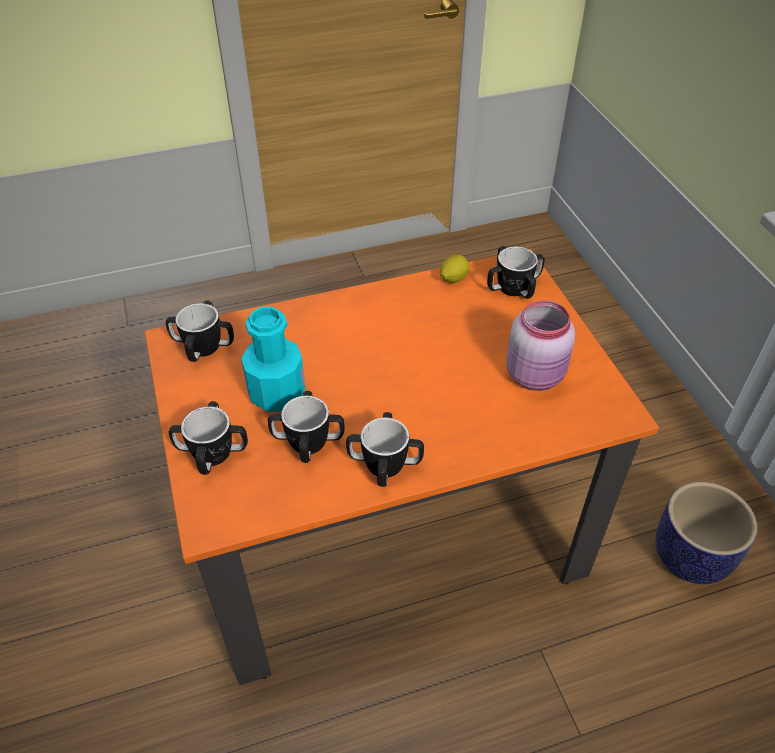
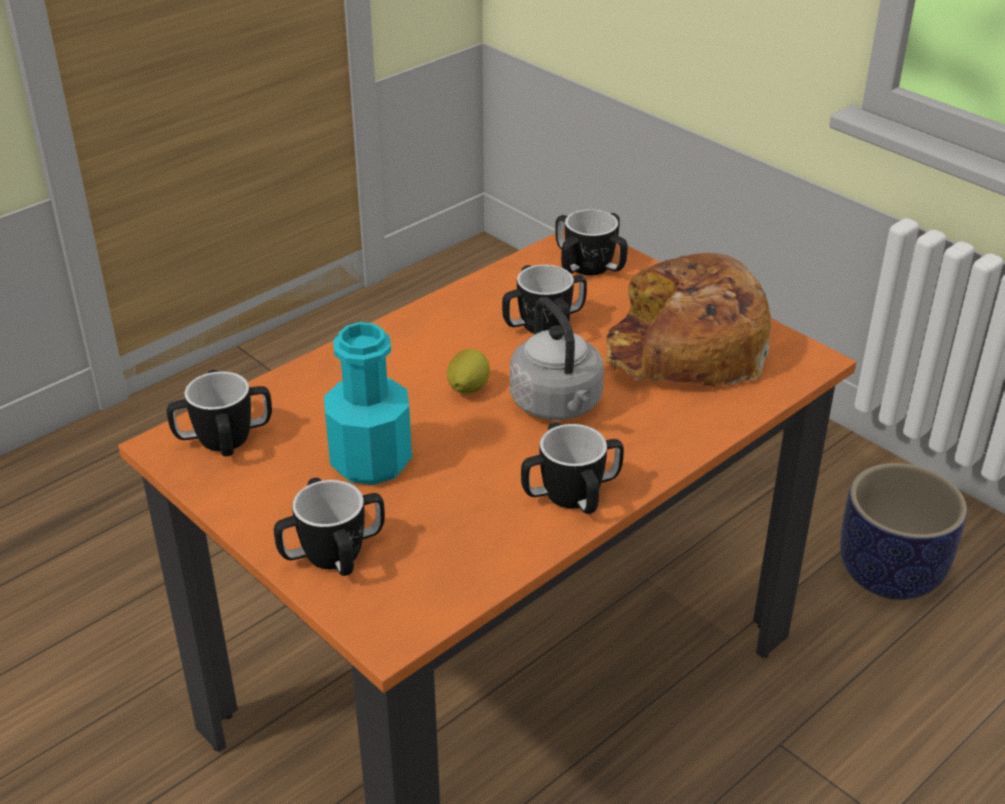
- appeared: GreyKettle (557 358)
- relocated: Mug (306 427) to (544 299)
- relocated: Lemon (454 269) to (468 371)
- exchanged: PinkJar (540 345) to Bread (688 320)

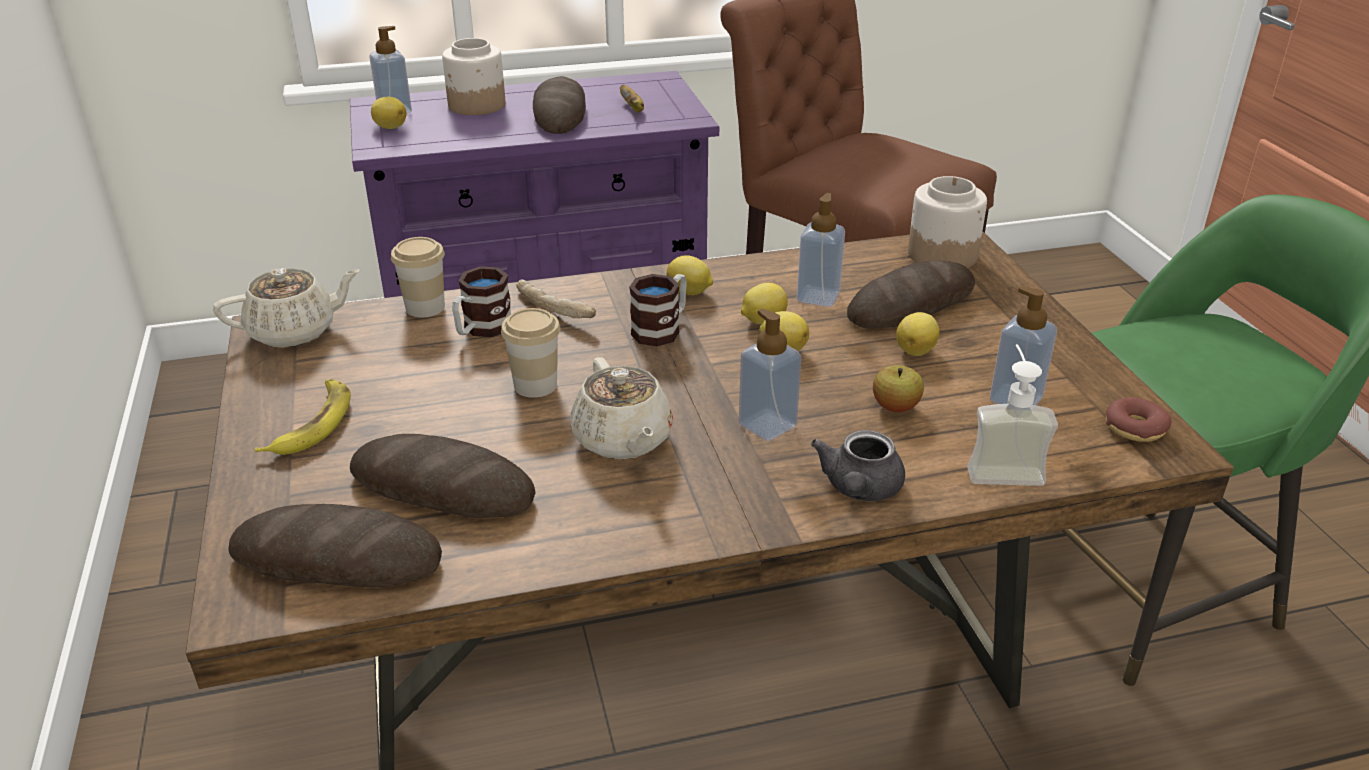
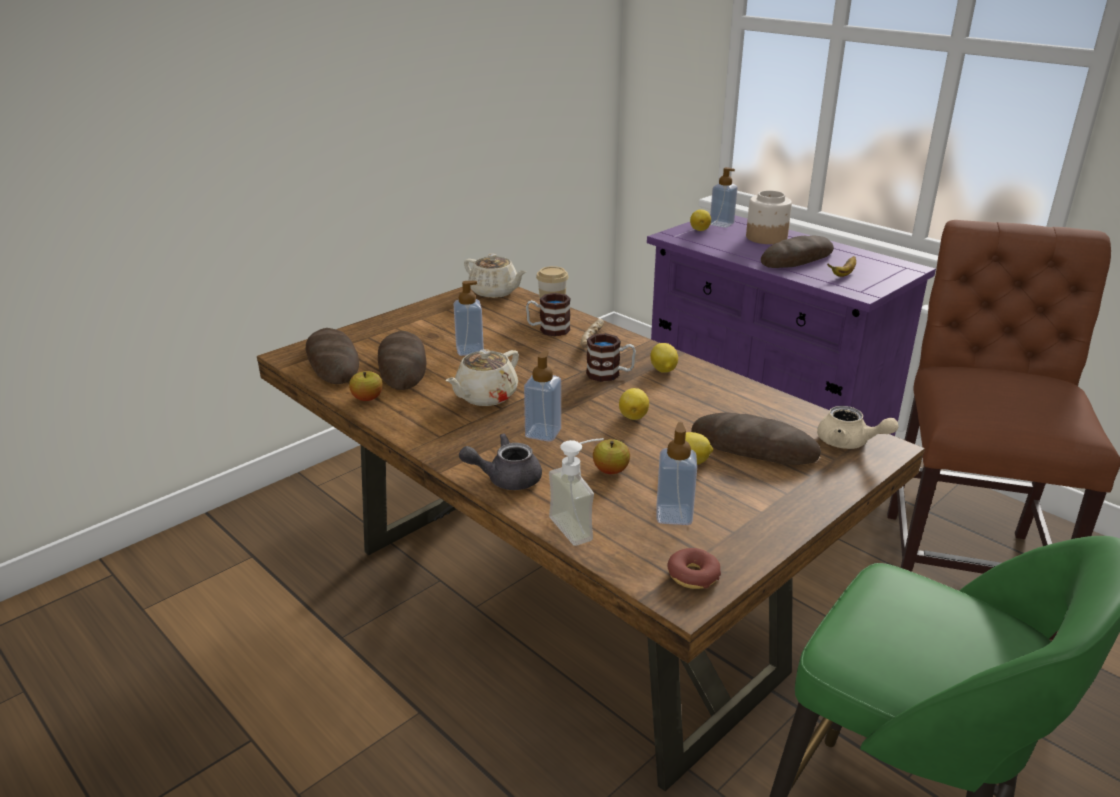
- missing: Banana (303 417)
- missing: Cup (531 353)
- missing: Lemon (764 303)
- appeared: Apple (366 386)
- relocated: SoapDispenser (821 250) to (468 318)
- exchanged: Jar (947 222) to BeigeTeapot (858 427)

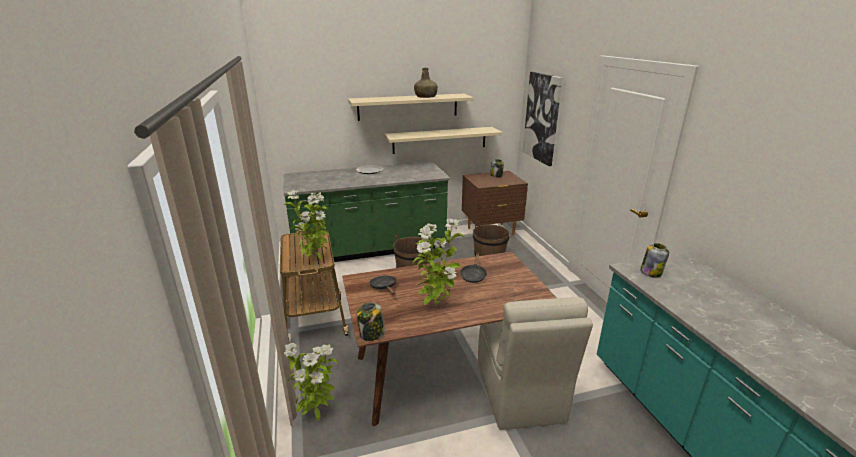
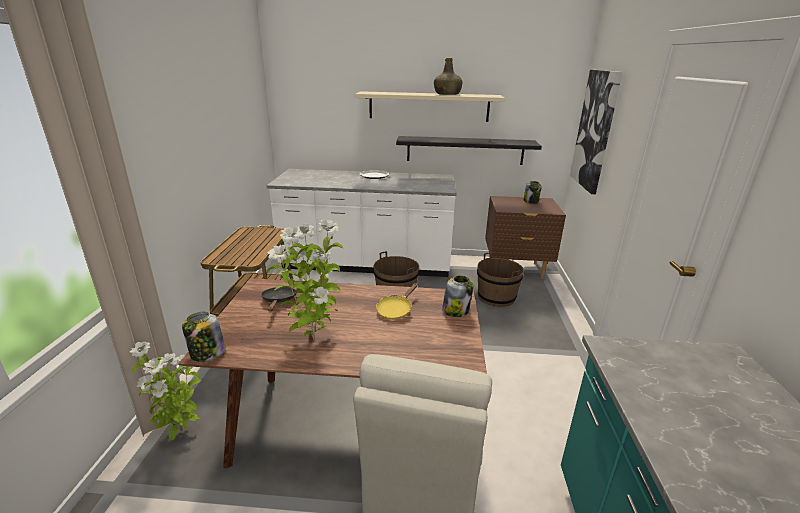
- missing: PottedPlant (306 225)
- relocated: Jar (654 260) to (458 296)
- colour: GreenCounter (366 212) to WhiteCounter (361 223)
- colour: BeigeShelf (443 140) to BlackShelf (469 150)
- colour: BlackFryingPan (473 268) to YellowFryingPan (397 301)

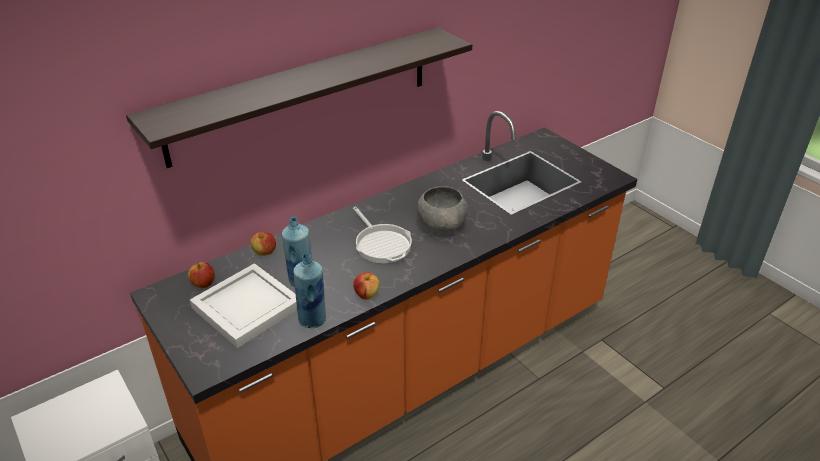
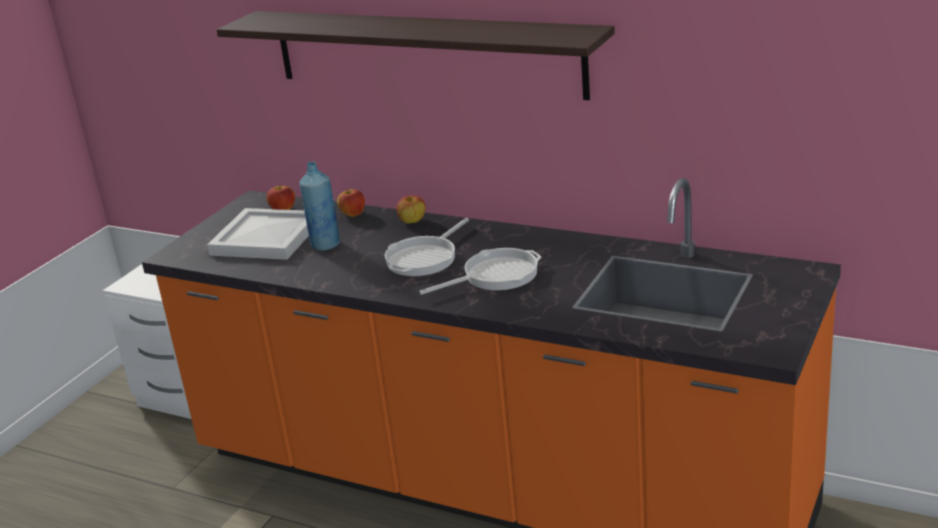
- missing: BlueBottle (309 290)
- relocated: Apple (366 286) to (411 209)
- exchanged: GreyBowl (442 209) to FryingPan (480 271)

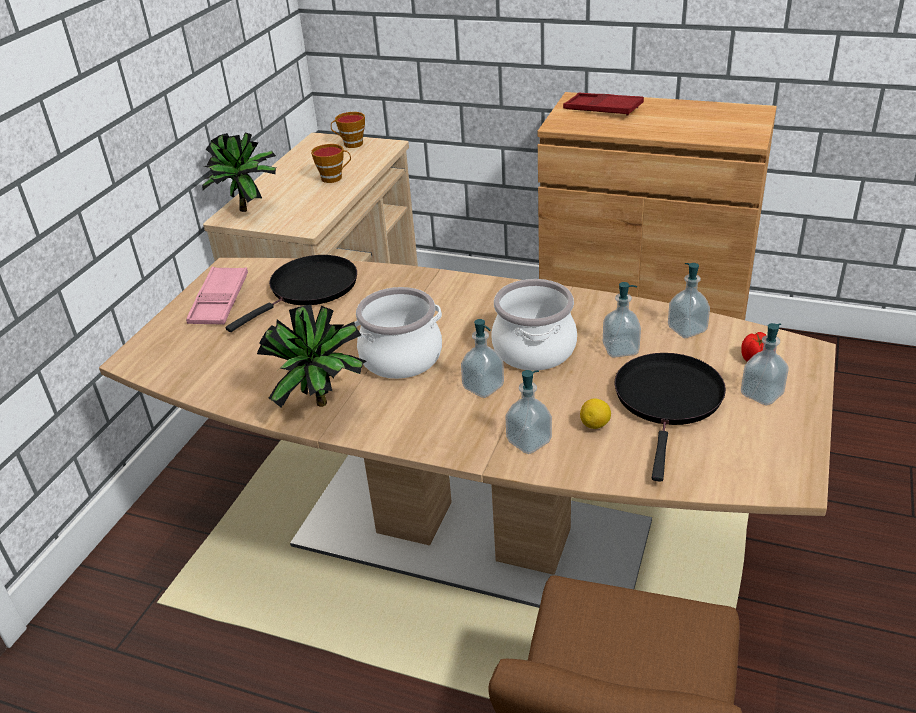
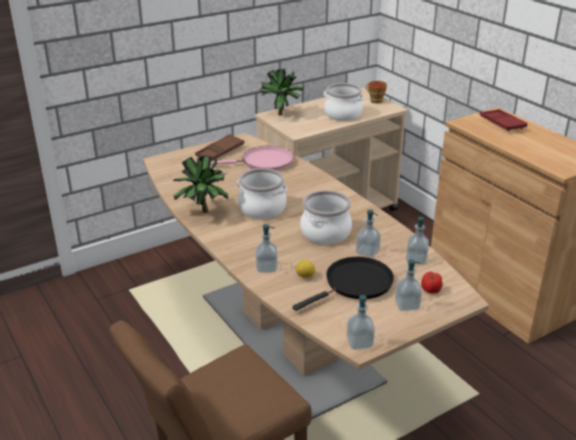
- relocated: SoapDispenser (482 358) to (361 322)
- exchanged: Cup (331 163) to CookingPot (344 102)
- colour: PinkTray (217 296) to BrownTray (219 147)
- colour: BlackFryingPan (291 293) to PinkFryingPan (252 158)

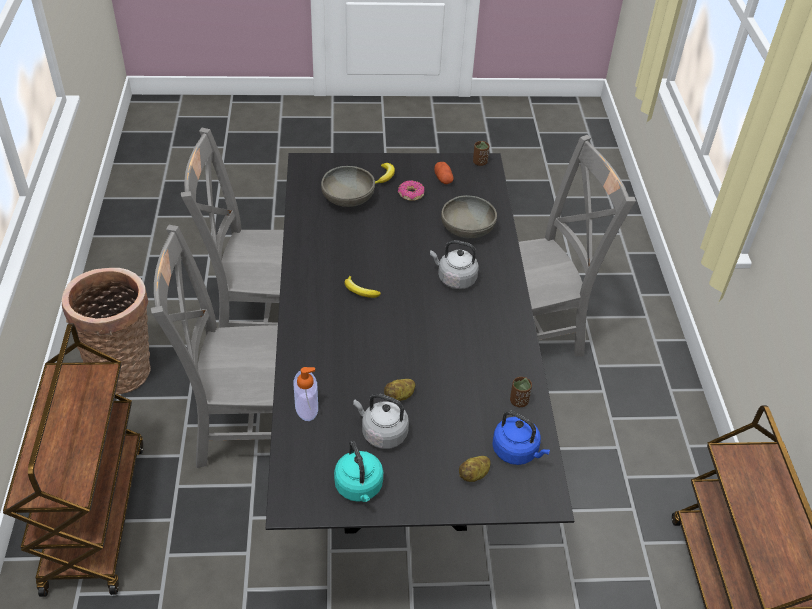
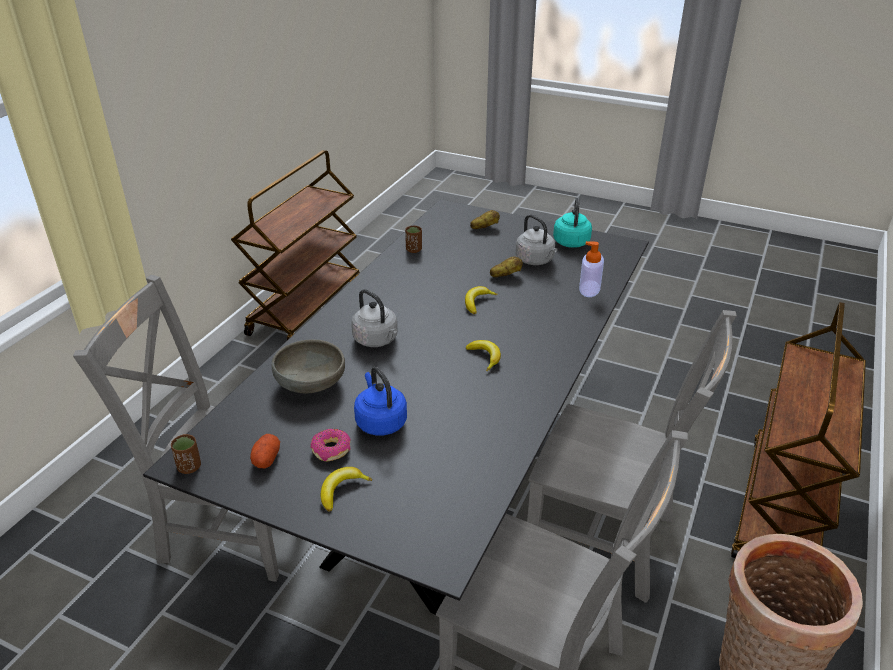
- missing: GreyBowl (348 186)
- appeared: Banana (481 300)
- relocated: BlueKettle (521 437) to (380 401)

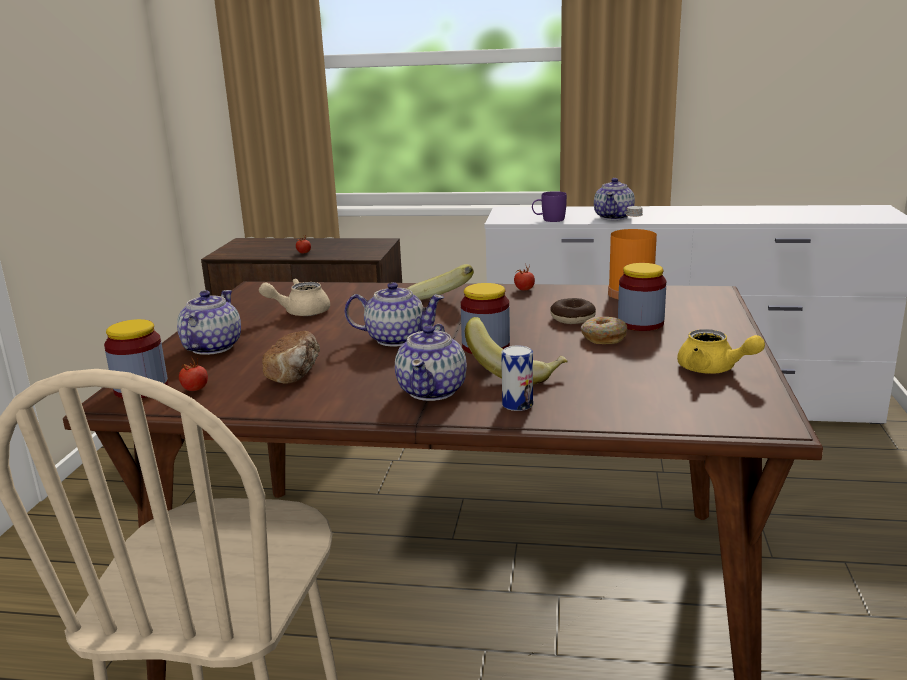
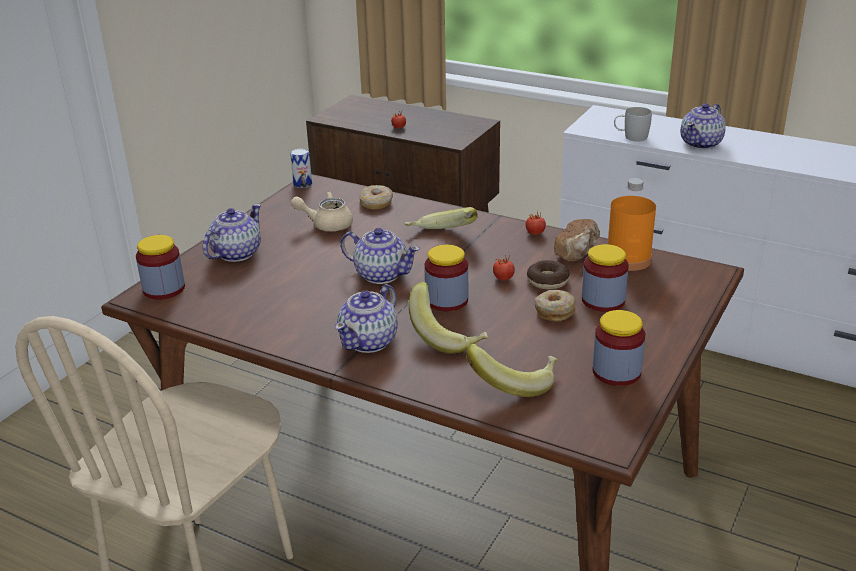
- appeared: Donut (376 197)
- appeared: Banana (512 370)
- relocated: Tomato (193 373) to (504 268)
- relocated: Bread (291 357) to (577 240)
- relocated: Can (517 378) to (301 168)
- exchanged: YellowTeapot (721 351) to Jar (619 348)
- colour: PurpleMug (549 206) to WhiteMug (633 124)

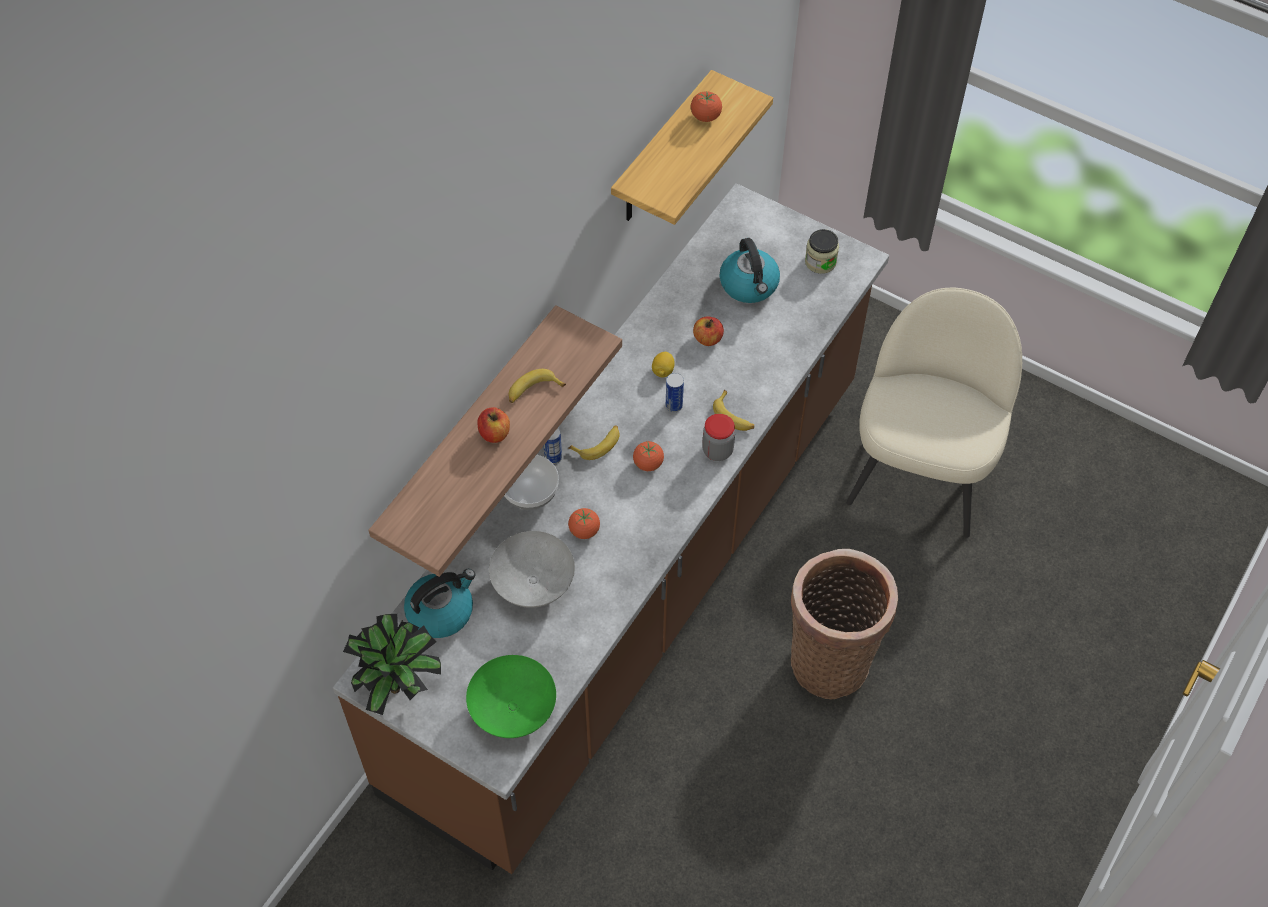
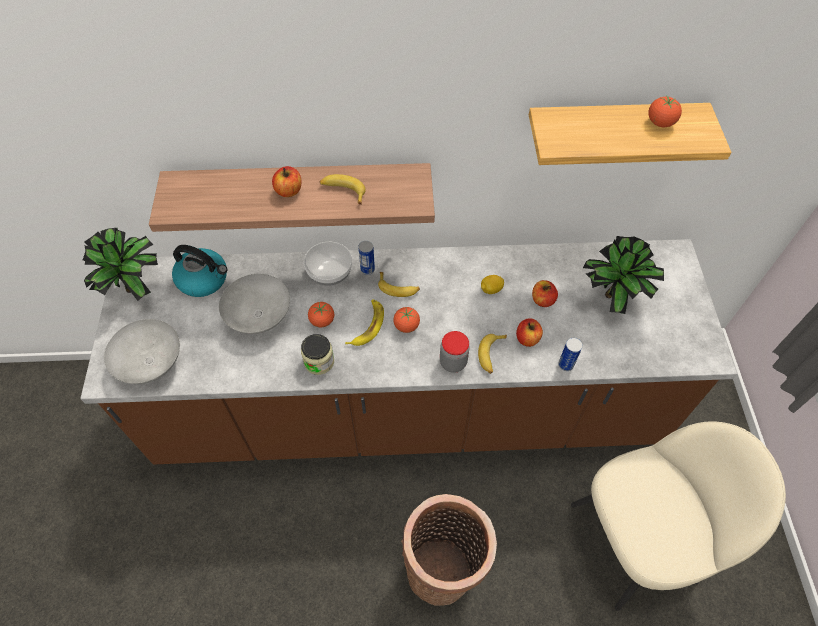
- appeared: Banana (364 322)
- appeared: Apple (529 333)
- relocated: Can (675 392) to (570 354)
- relocated: Jar (822 251) to (317 354)
- exchanged: Kettle (750 270) to PottedPlant (623 275)
- colour: GreenBowl (511 696) to GreyBowl (142 351)

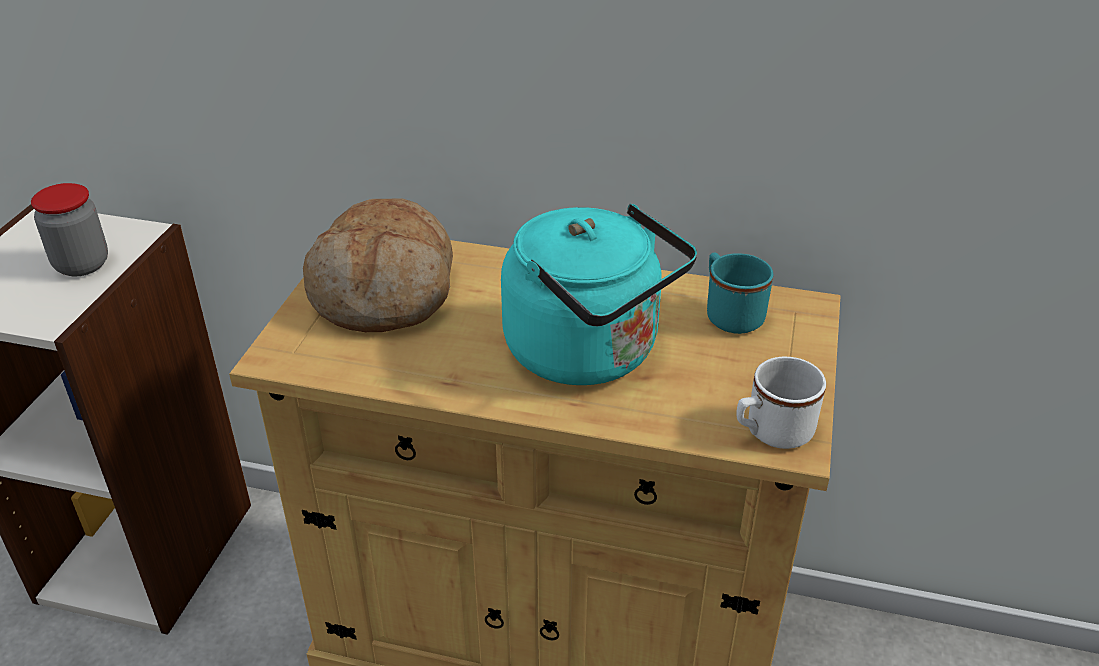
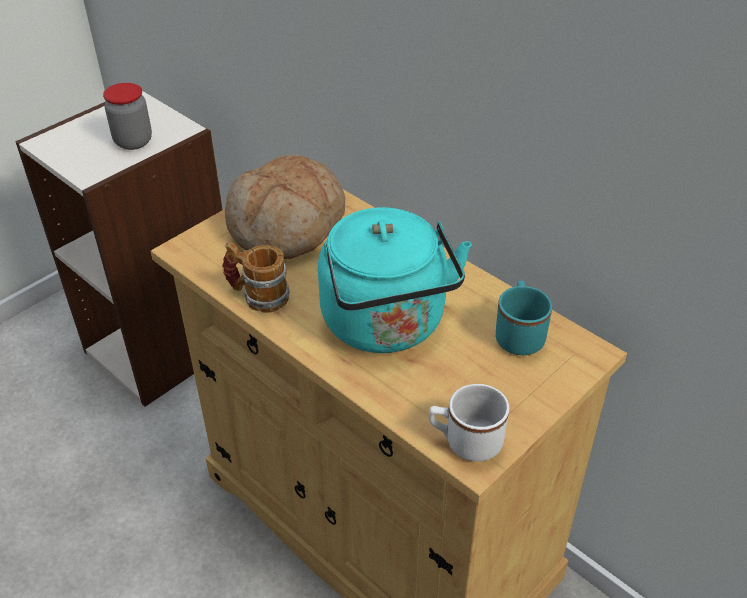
- appeared: Mug (255 277)

